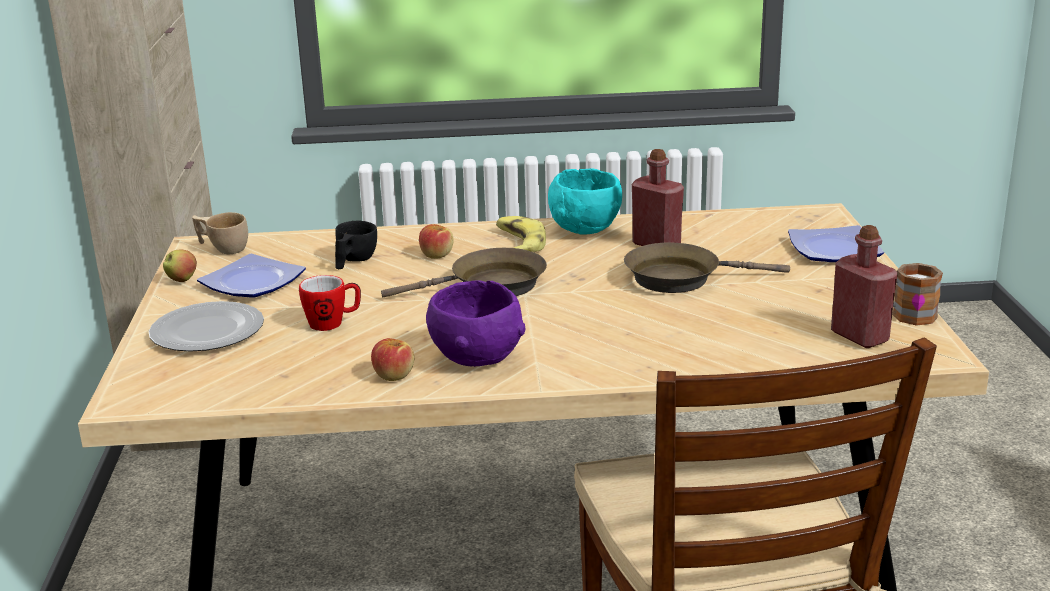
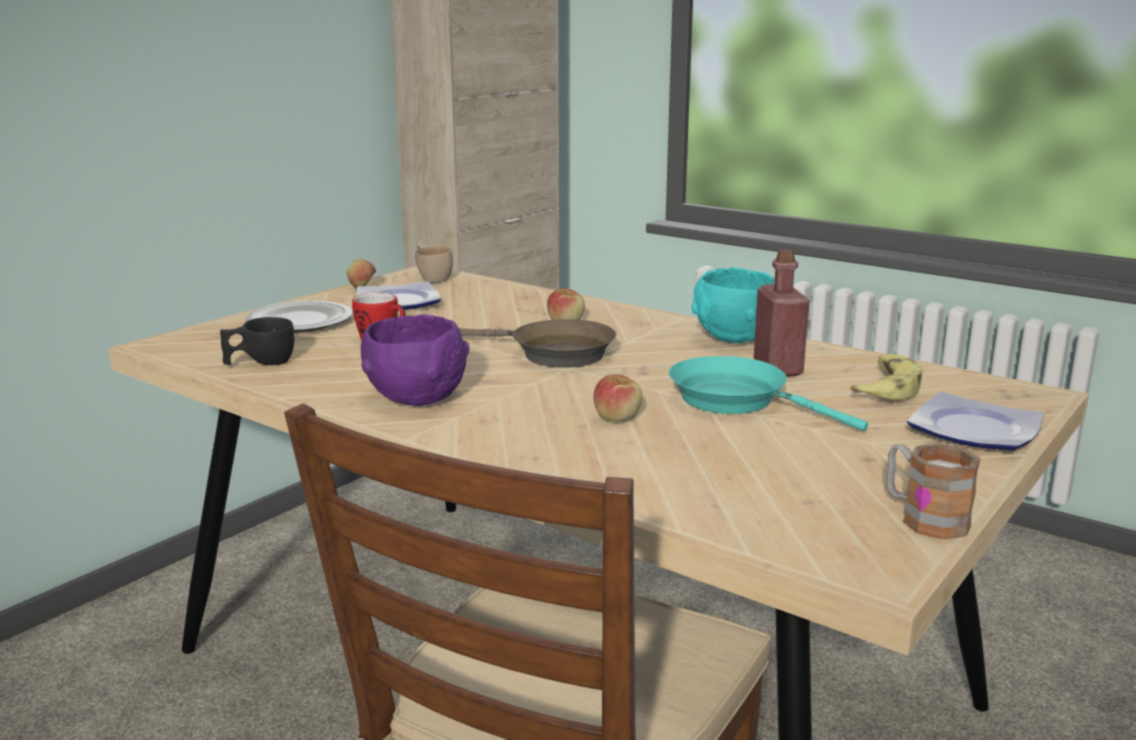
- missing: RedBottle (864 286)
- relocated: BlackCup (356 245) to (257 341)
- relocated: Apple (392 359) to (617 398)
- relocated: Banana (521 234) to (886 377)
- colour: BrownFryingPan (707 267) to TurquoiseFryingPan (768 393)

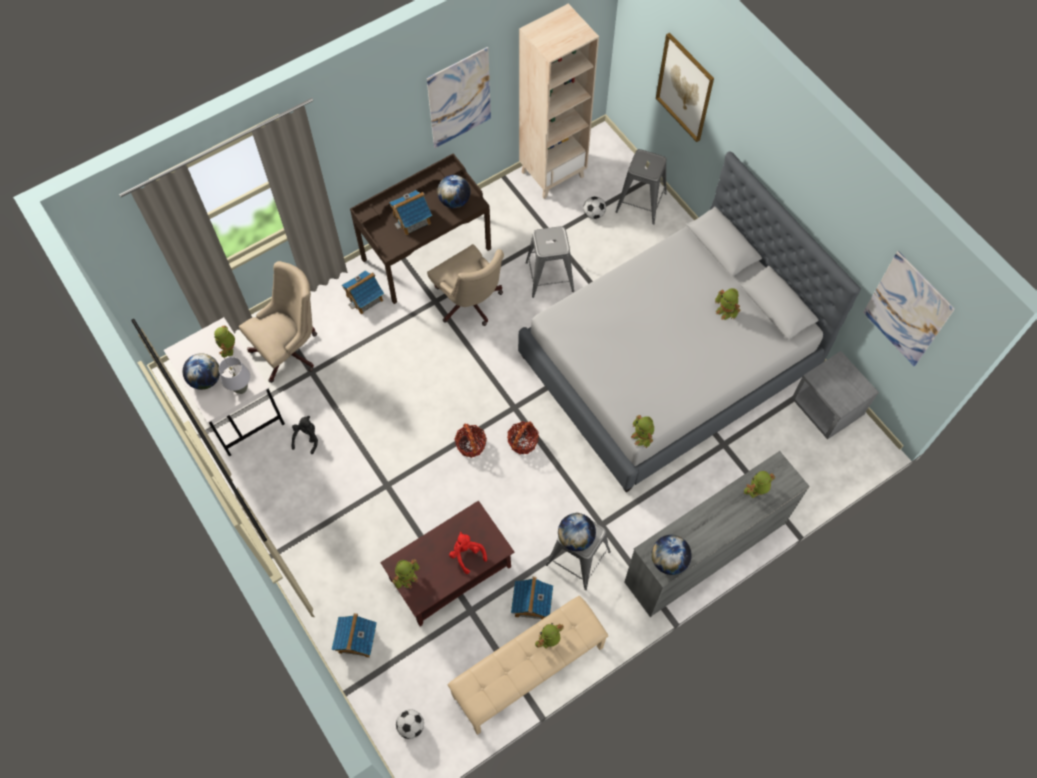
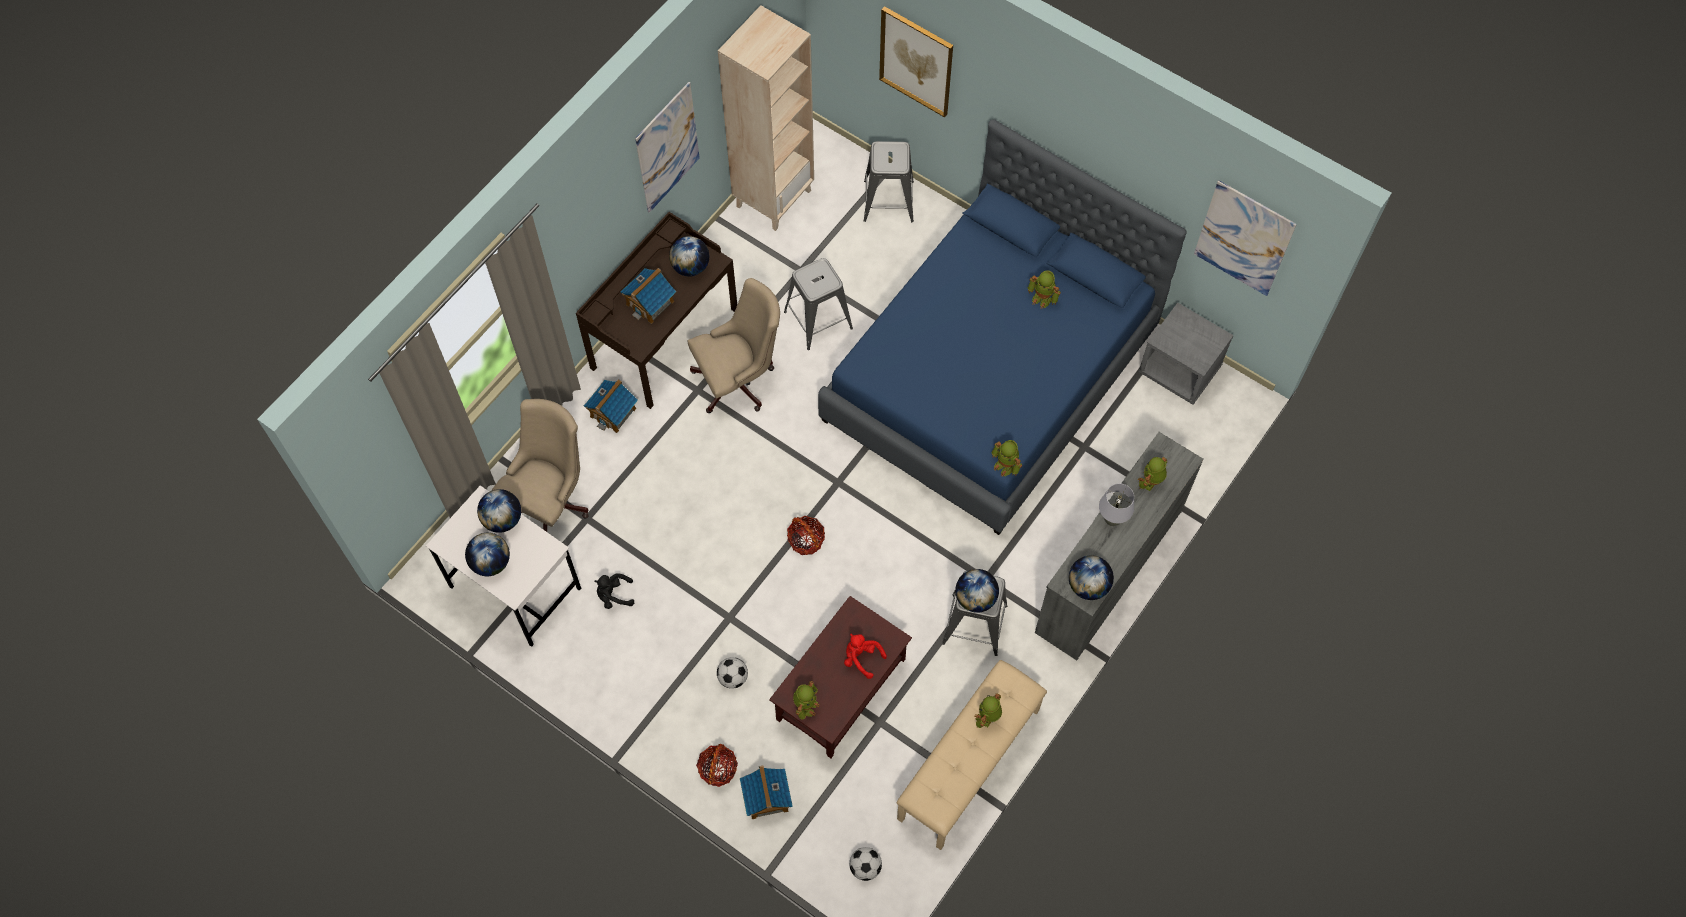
- missing: ToyHouse (532 598)
- relocated: GreyTableLamp (234 375) to (1116 505)
- relocated: Basket (523 437) to (717 765)
- relocated: Football (594 207) to (732 673)
- exchanged: ToyRobot (224 342) to Globe (499 511)
- colour: GreyBed (689 322) to BlueBed (1002 327)
- spun: BlackPlushToy (305 435) = (614 591) 90 degrees counterclockwise
- spun: BeigeOfficeChair (465 285) = (734 345) 60 degrees counterclockwise

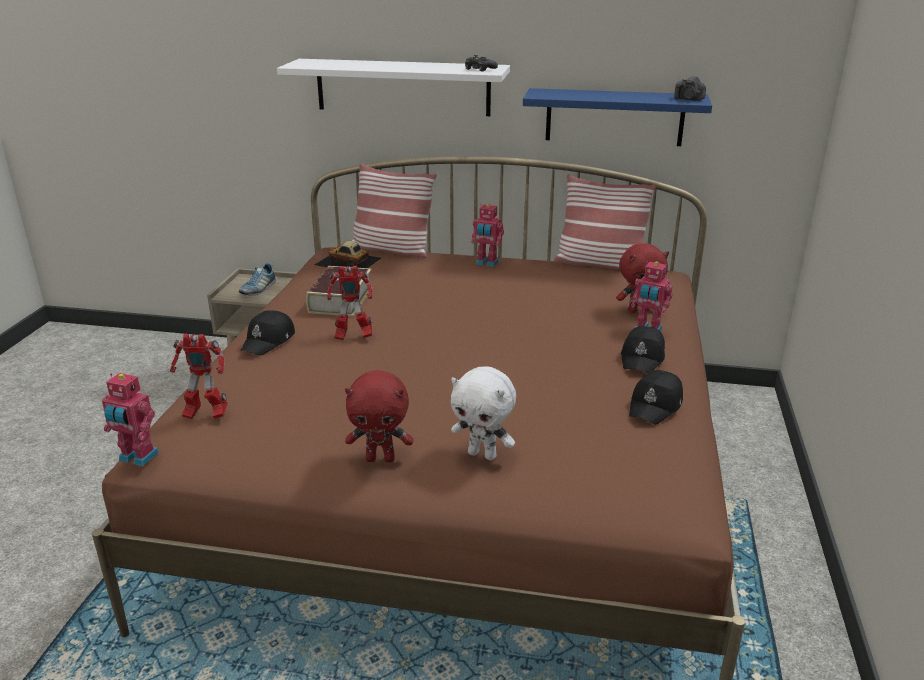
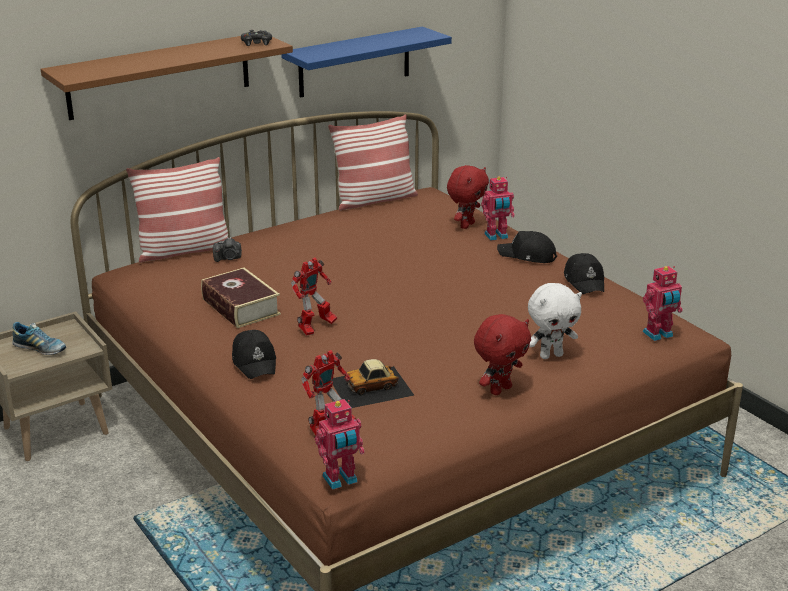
- relocated: ToyCar (348 254) to (373 383)
- relocated: ToyRobot (487 235) to (663 303)
- relocated: PhotoCamera (690 88) to (227 249)
- colour: WhiteShelf (393 87) to BrownShelf (167 78)
- spun: Shoe (257 279) = (39 338) 45 degrees counterclockwise
- spun: BlackCap (643 349) = (527 247) 135 degrees clockwise

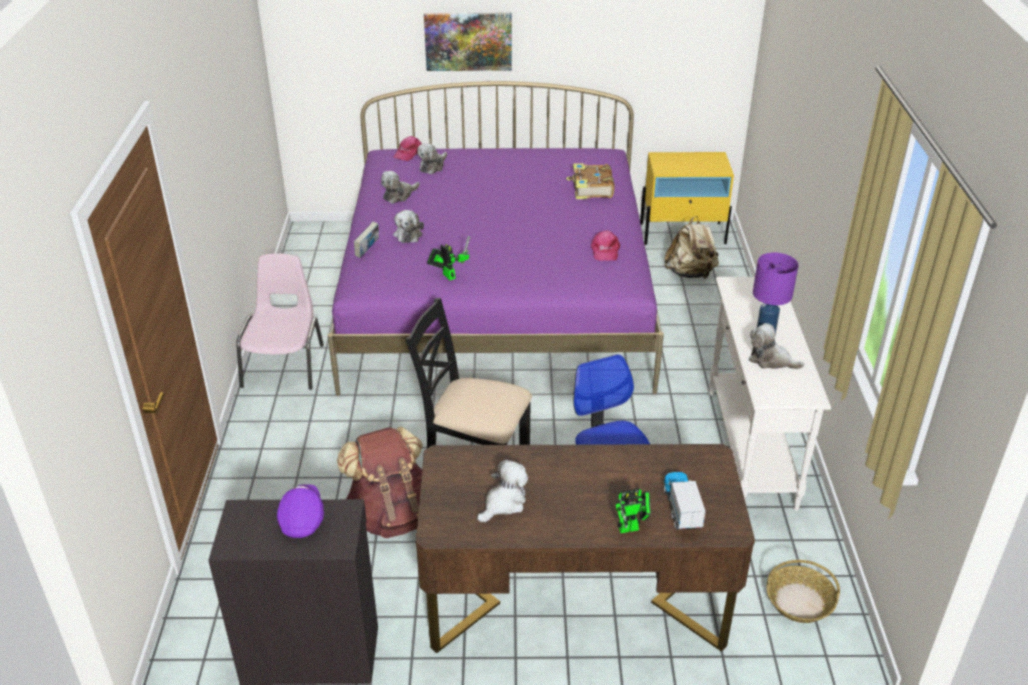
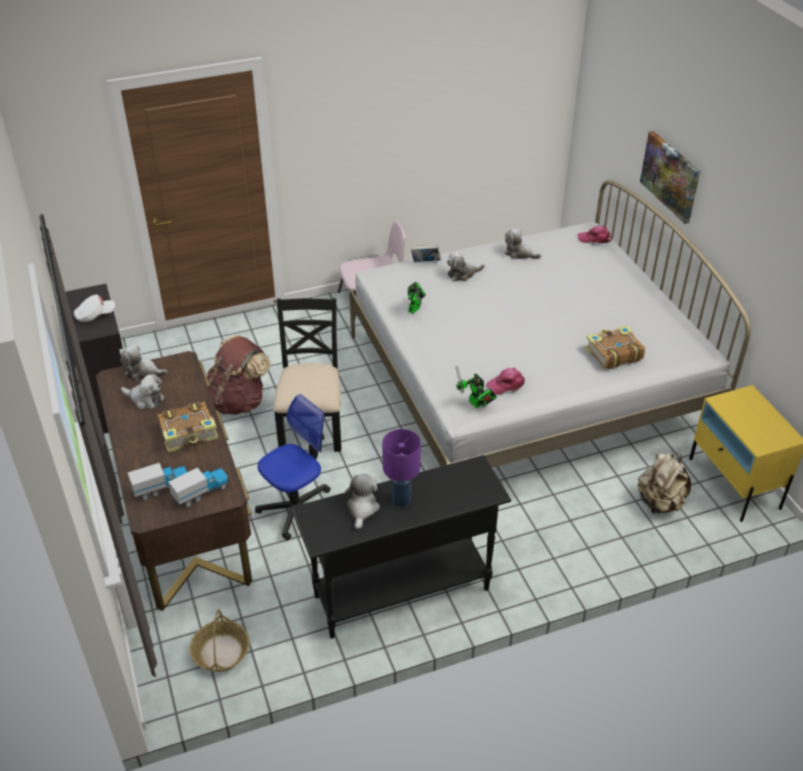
- appeared: Book (187 427)
- appeared: ToyTruck (198 487)
- relocated: PlushToy (432 158) to (144 362)
- relocated: ToyRobot (633 511) to (476 387)
- colour: PurpleCap (300 511) to WhiteCap (94 308)
- colour: PurpleBed (496 238) to WhiteBed (550 324)
- colour: WhiteConsoleTable (770 394) to BlackConsoleTable (401 547)

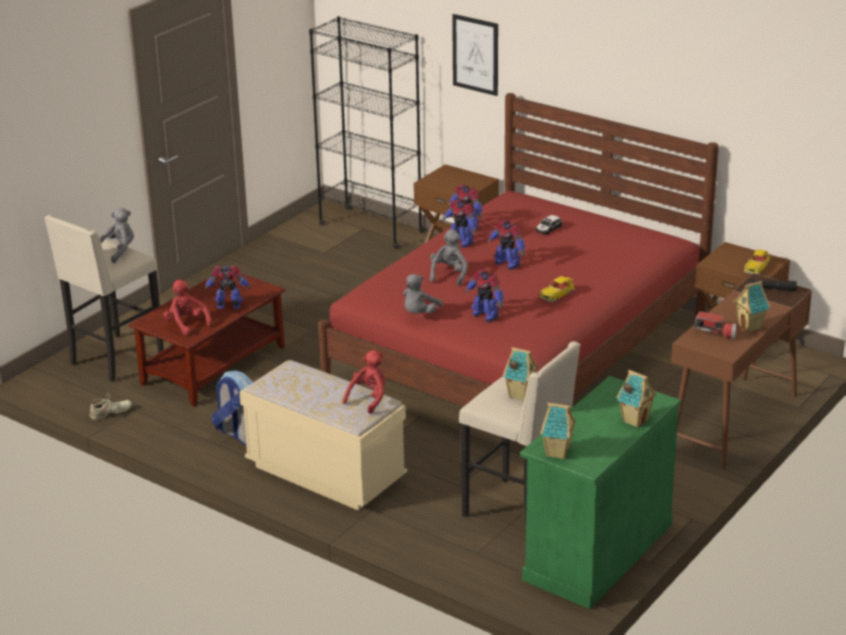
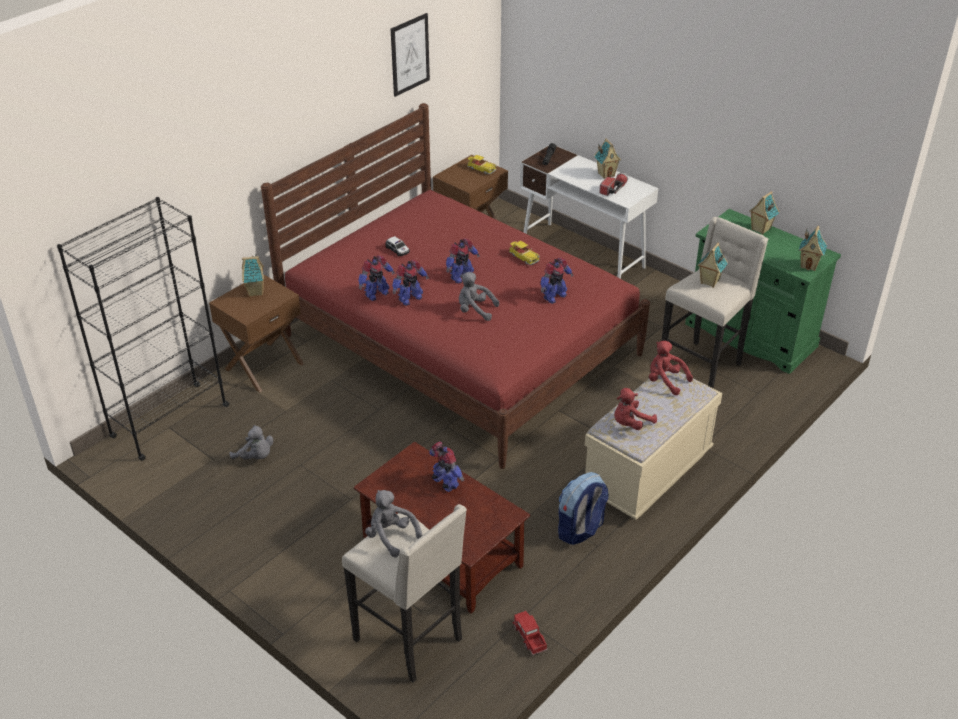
- appeared: ToyHouse (253 276)
- relocated: RedPlushToy (187 307) to (635 409)
- relocated: GreyPlushToy (423 294) to (251 442)
- relocated: Picture (475 55) to (410 55)
- exchanged: BeigeShoe (111 406) to ToyTruck (530 633)
- colour: BrownDesk (741 371) to WhiteDesk (589 212)
- spun: ToyRobot (228 287) = (446 467) 135 degrees clockwise

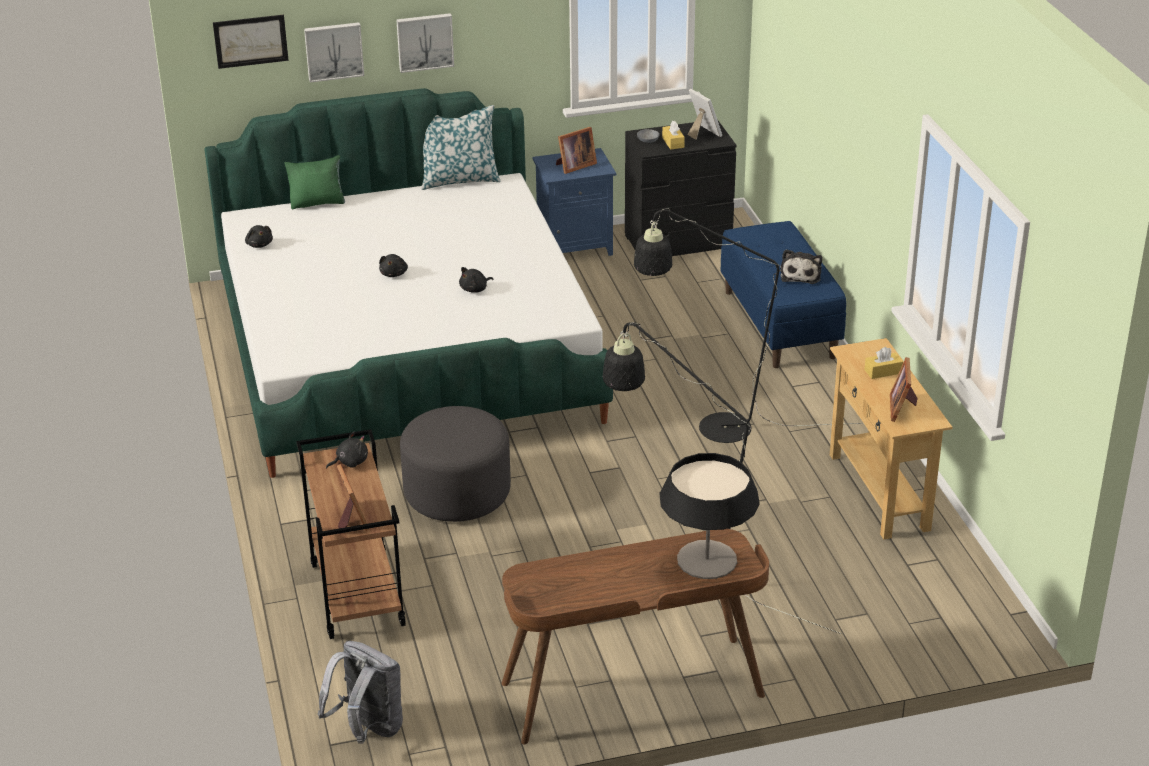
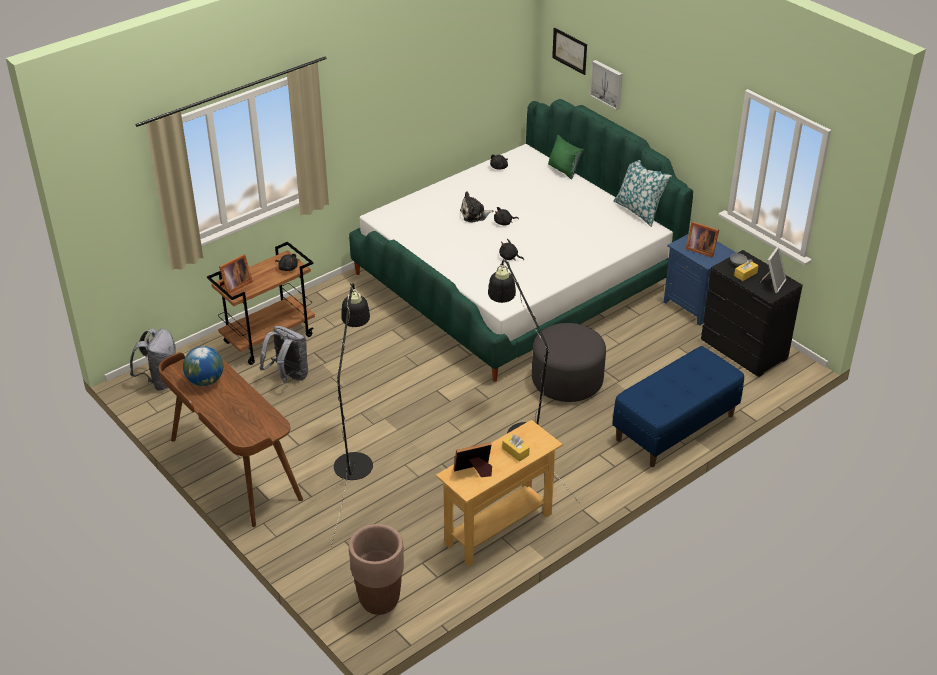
- missing: Picture (425 43)
- missing: TableLamp (709 516)
- appeared: Globe (203 366)
- appeared: GreyBackpack (283 354)
- appeared: BrownPlanter (376 569)
- relocated: GreyOttoman (455 464) to (569 362)
- relocated: PlushToy (801 266) to (477 207)

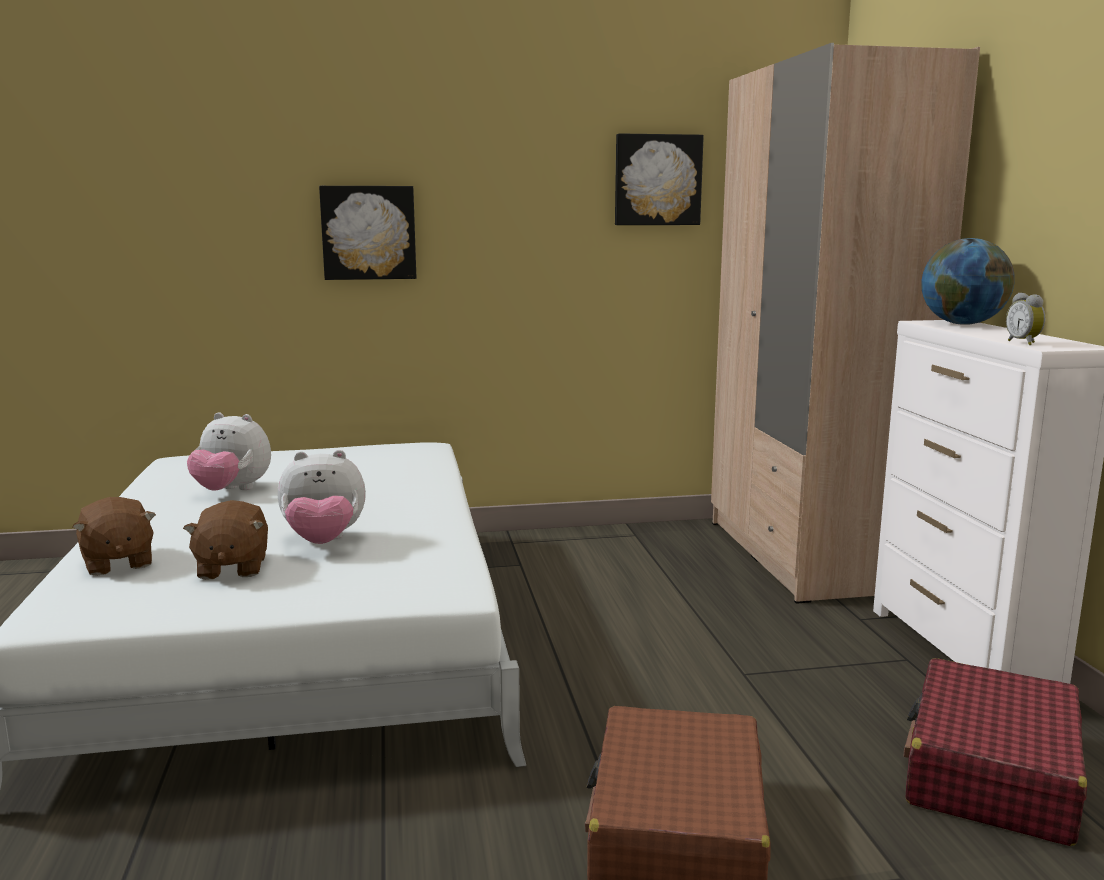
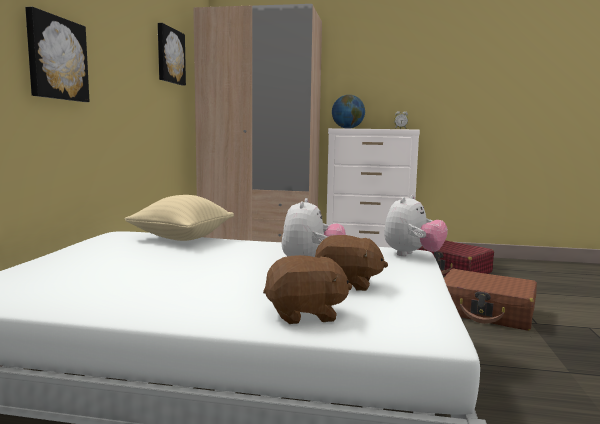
- appeared: BeigePillow (179 218)
- relocated: PlushToy (229 451) to (416 225)

